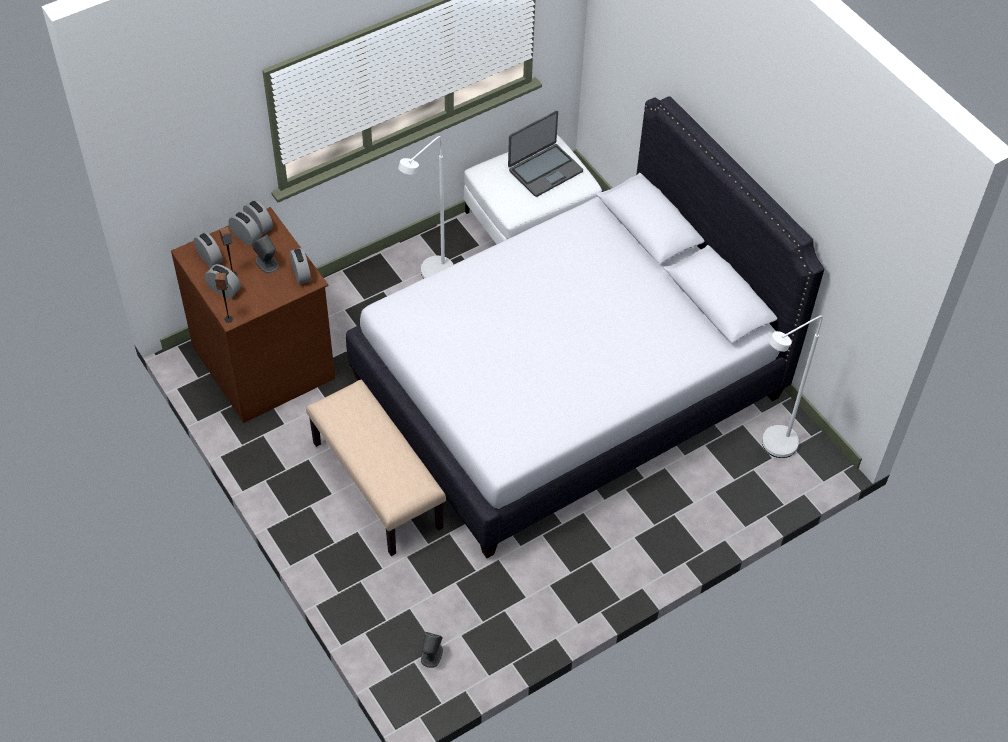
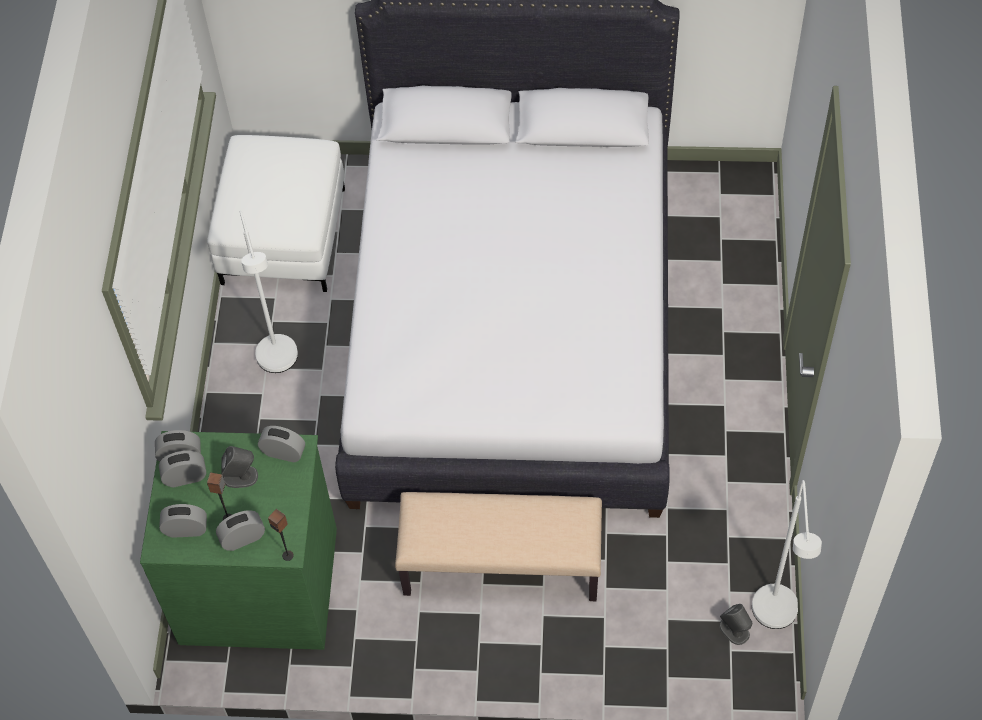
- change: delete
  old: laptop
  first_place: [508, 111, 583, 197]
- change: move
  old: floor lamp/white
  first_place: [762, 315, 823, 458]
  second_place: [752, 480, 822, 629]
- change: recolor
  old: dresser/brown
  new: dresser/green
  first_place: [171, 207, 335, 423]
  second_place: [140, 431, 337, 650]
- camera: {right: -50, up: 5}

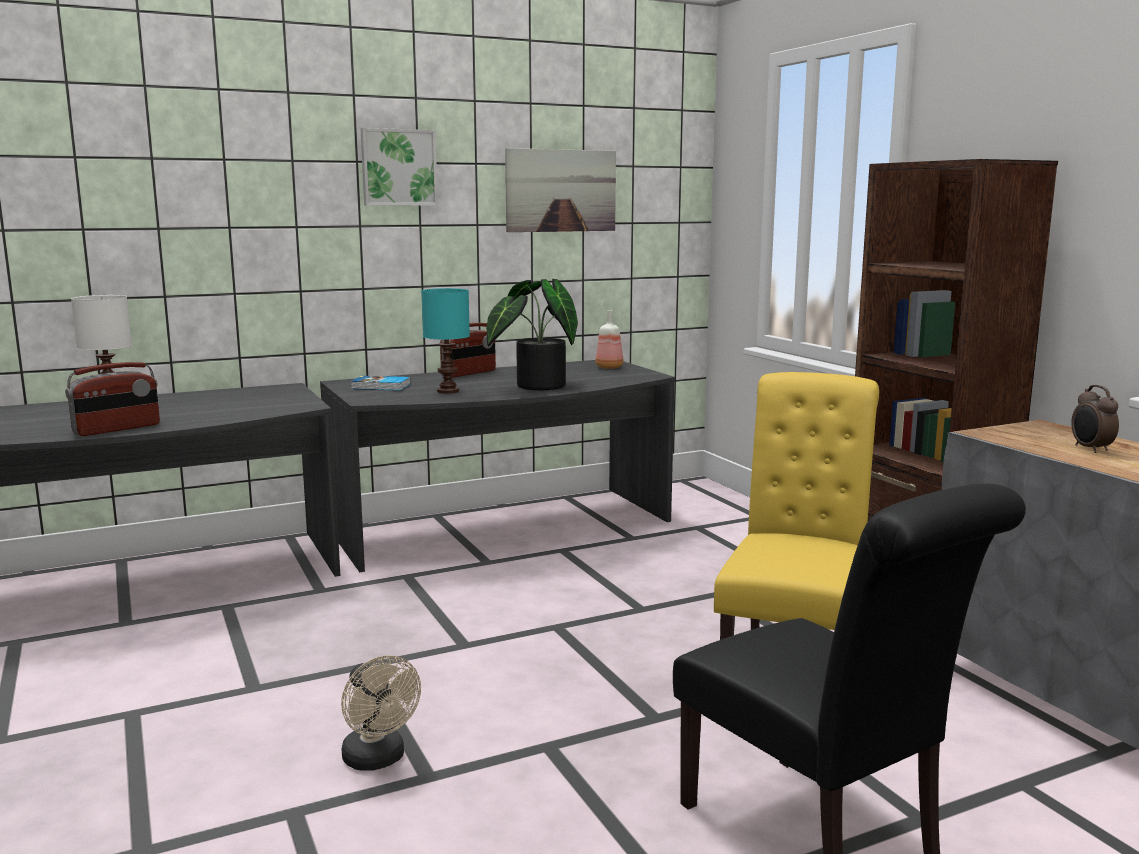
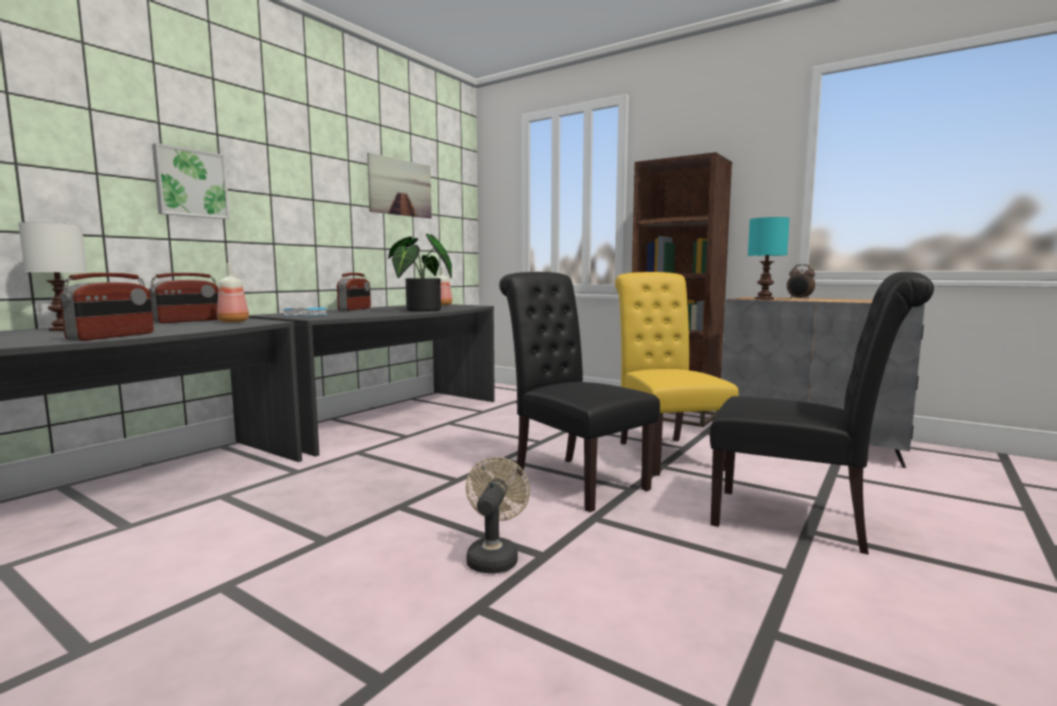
- change: insert
  new: radio
  second_place: [149, 273, 219, 323]
- change: insert
  new: bottle
  second_place: [217, 263, 249, 323]
- change: insert
  new: chair/black
  second_place: [499, 272, 660, 512]
- change: move
  old: picture
  first_place: [361, 128, 438, 206]
  second_place: [152, 143, 230, 219]
- change: move
  old: table lamp/turquoise
  first_place: [422, 288, 470, 393]
  second_place: [748, 217, 790, 300]
- change: rotate
  old: fan/beige
  first_place: [341, 655, 421, 771]
  second_place: [466, 457, 530, 574]
  degrees: -105
- camera: {right: -30, up: -5}

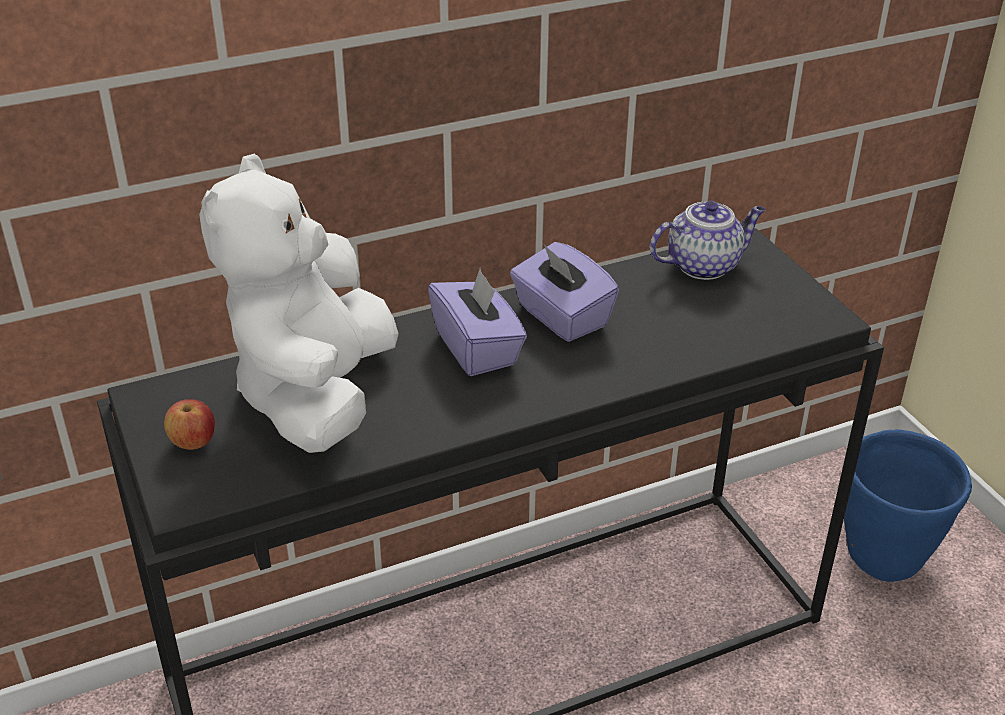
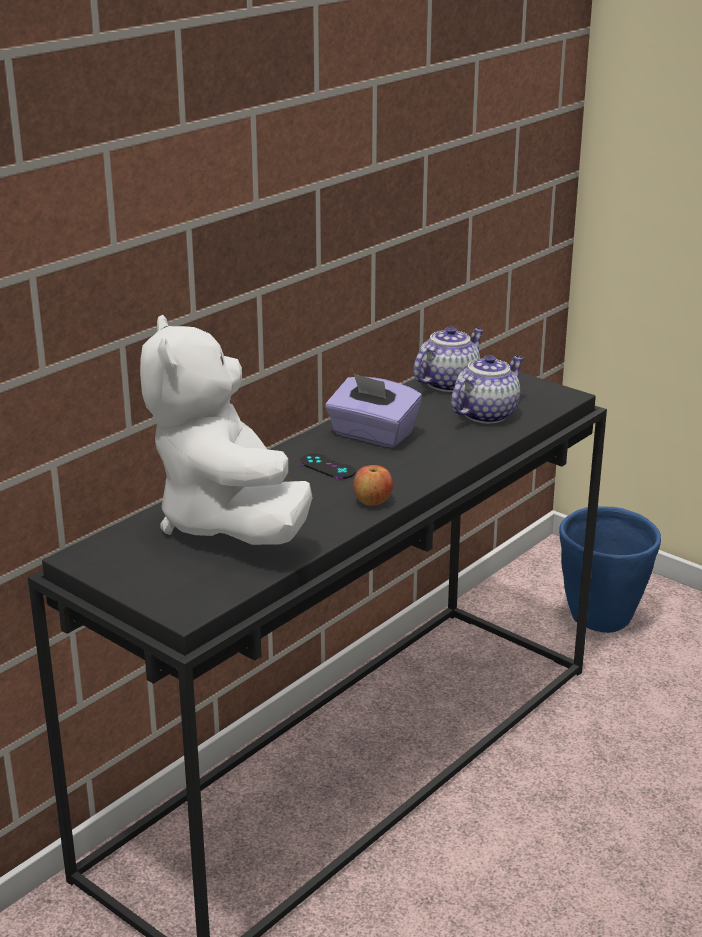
- change: insert
  new: teapot
  second_place: [451, 355, 523, 424]
- change: move
  old: apple
  first_place: [164, 399, 215, 450]
  second_place: [353, 465, 393, 506]
- change: replace
  old: tissue box/purple
  new: game controller/black
  first_place: [428, 269, 527, 376]
  second_place: [300, 453, 356, 479]
- camera: {right: -25, up: -10}

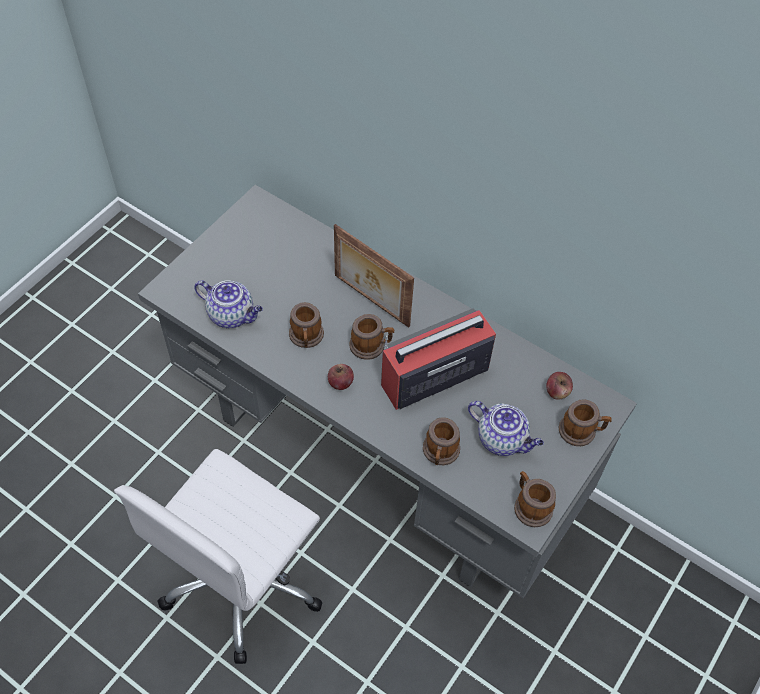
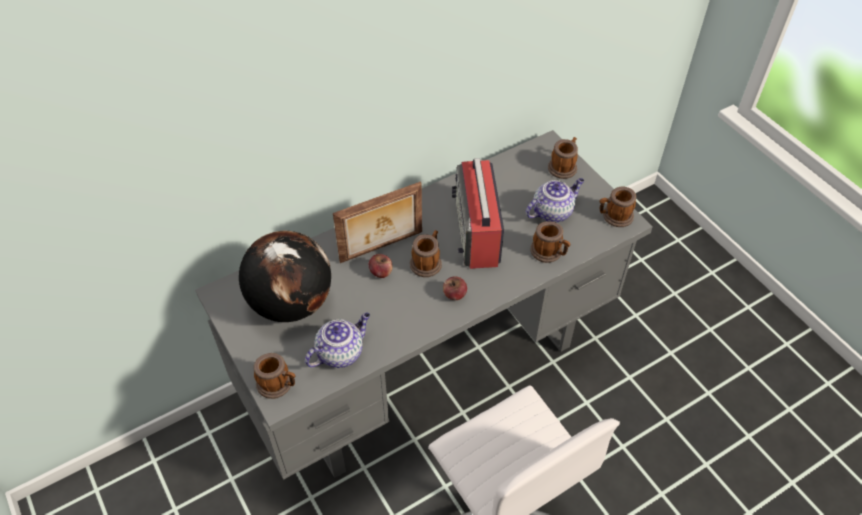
- change: insert
  new: globe
  second_place: [239, 231, 331, 322]
- change: move
  old: mug
  first_place: [289, 302, 324, 348]
  second_place: [254, 353, 295, 399]
- change: move
  old: apple
  first_place: [546, 372, 573, 400]
  second_place: [369, 254, 393, 278]
- camera: {right: -65, up: -5}

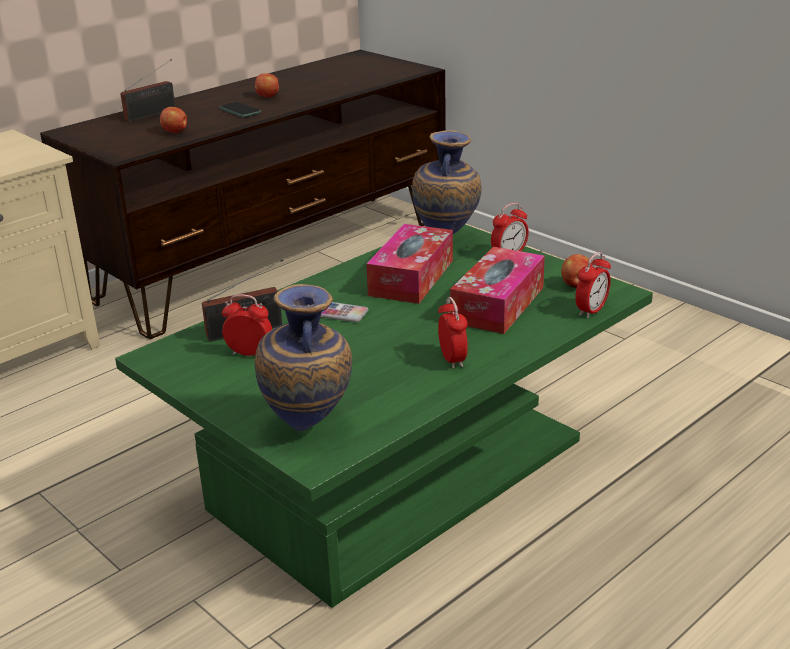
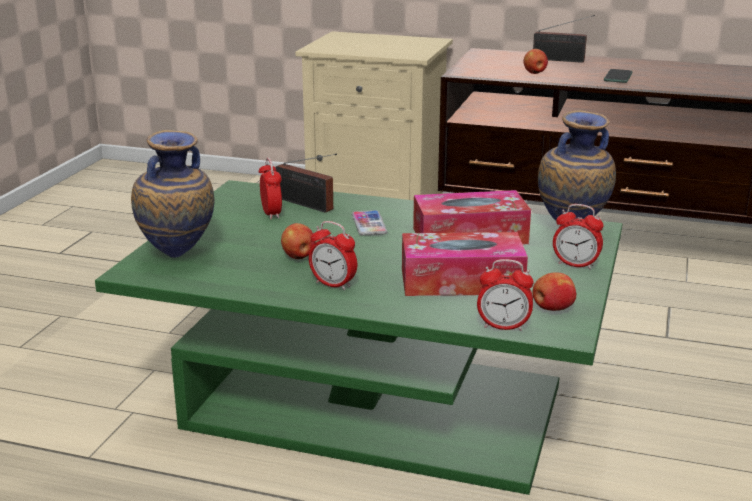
- change: move
  old: apple
  first_place: [255, 73, 279, 97]
  second_place: [281, 223, 316, 259]
- change: rotate
  old: alarm clock
  first_place: [438, 297, 468, 369]
  second_place: [309, 221, 357, 290]
  degrees: 75
- camera: {right: 60, up: -5}

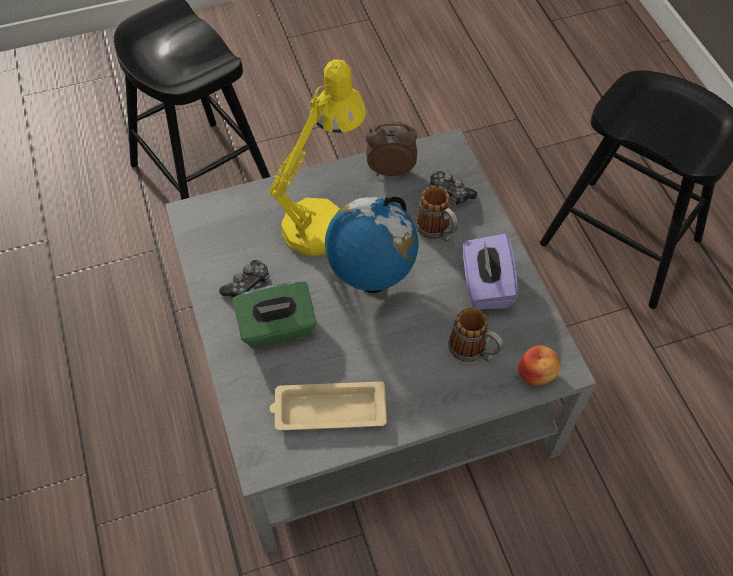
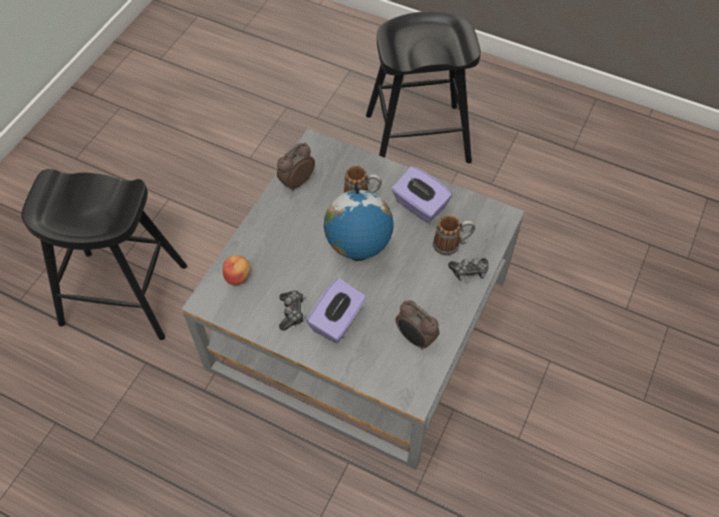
- change: delete
  old: table lamp/yellow
  first_place: [269, 59, 366, 256]
- change: move
  old: game controller
  first_place: [430, 171, 477, 206]
  second_place: [448, 258, 489, 281]
- change: move
  old: apple
  first_place: [518, 345, 560, 385]
  second_place: [223, 255, 250, 285]
- change: replace
  old: tray/beige
  new: alarm clock
  first_place: [269, 381, 387, 431]
  second_place: [395, 300, 439, 350]
- change: recolor
  old: tissue box/green
  new: tissue box/purple
  first_place: [233, 282, 317, 348]
  second_place: [307, 278, 366, 343]
- camera: {right: -45, up: 0}

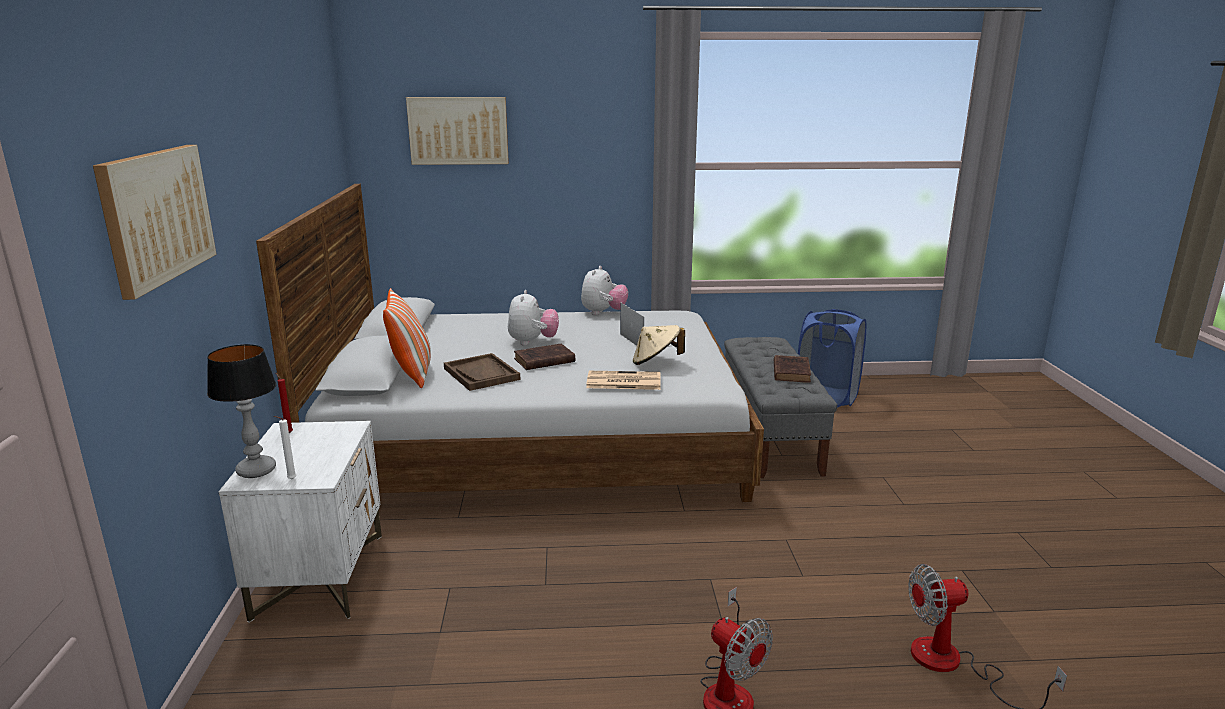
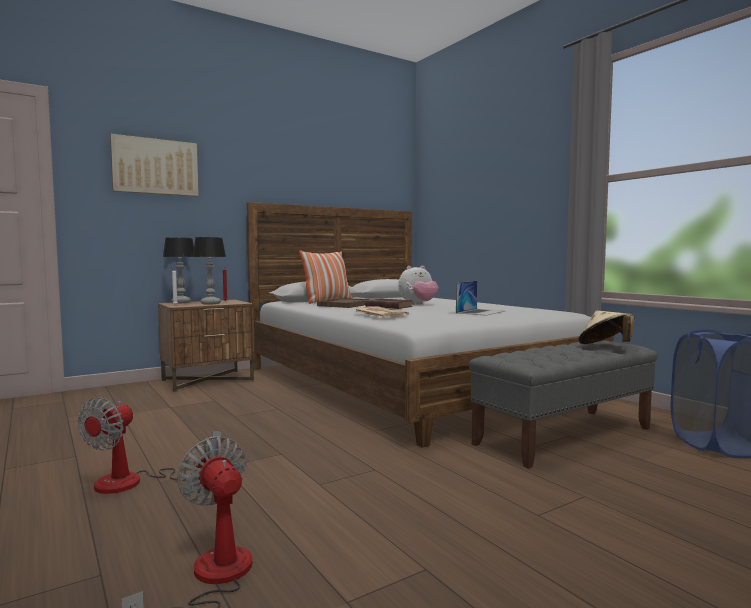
- change: delete
  old: picture
  first_place: [406, 97, 509, 165]
- change: delete
  old: plush toy
  first_place: [581, 266, 628, 315]
- change: delete
  old: book/brown
  first_place: [774, 355, 811, 383]
- change: insert
  new: table lamp
  second_place: [193, 237, 226, 304]
- change: move
  old: hat/beige
  first_place: [633, 325, 685, 365]
  second_place: [578, 311, 635, 344]
- change: recolor
  old: nightstand/white
  new: nightstand/brown
  first_place: [218, 421, 382, 623]
  second_place: [158, 300, 255, 392]
- camera: {right: 60, up: -15}

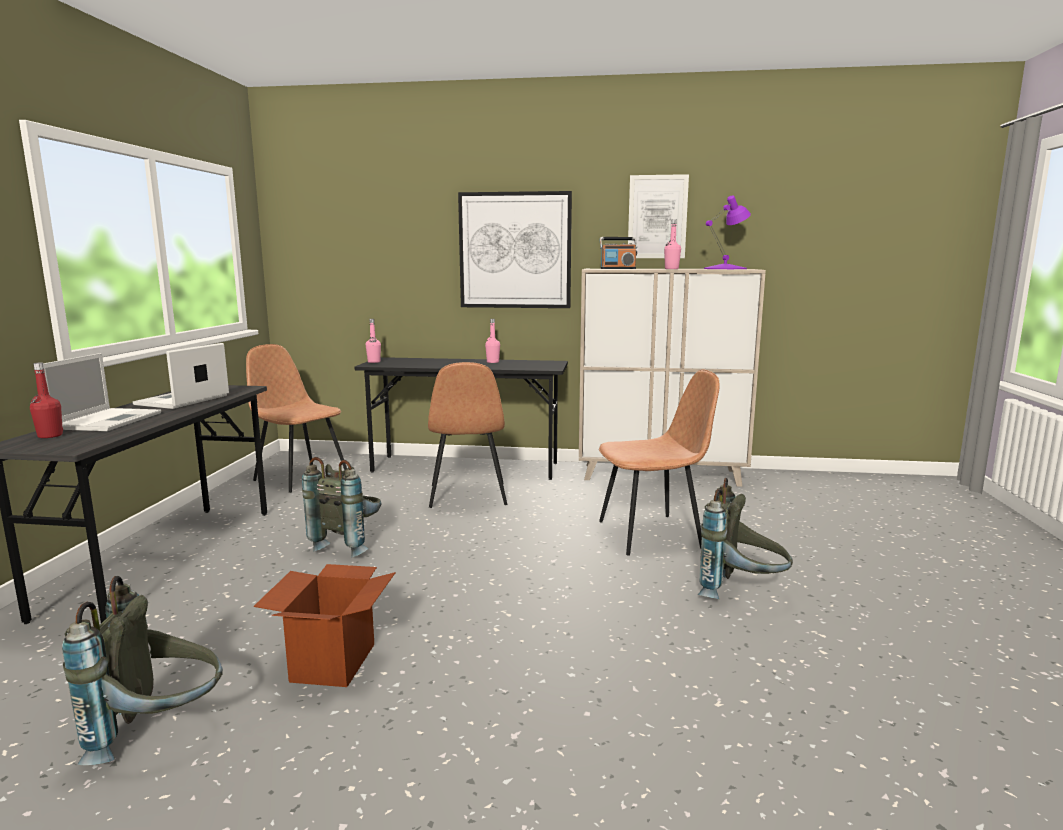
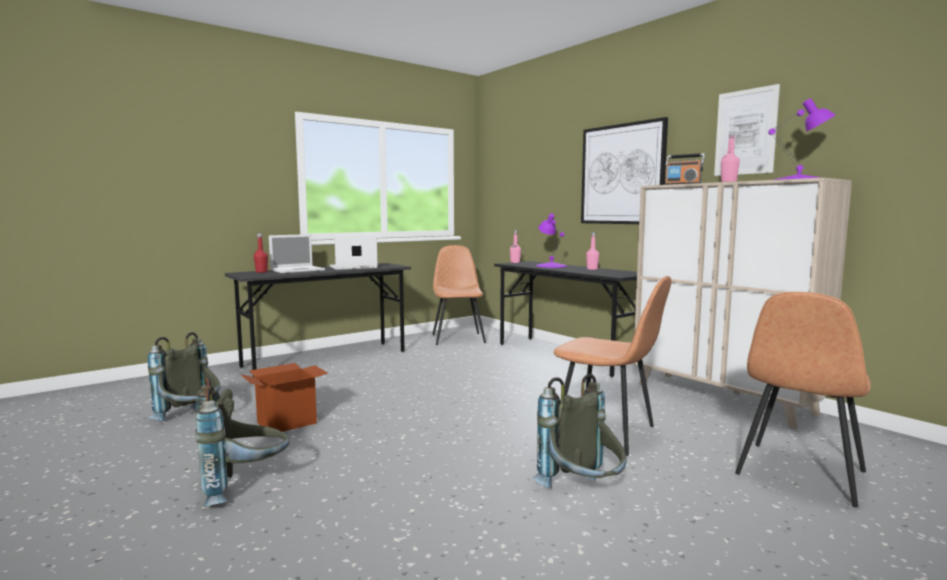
- change: insert
  new: table lamp/purple
  second_place: [536, 214, 567, 268]
- change: move
  old: backpack/grey
  first_place: [302, 457, 382, 558]
  second_place: [196, 377, 290, 507]
- change: move
  old: chair/brown
  first_place: [428, 362, 507, 508]
  second_place: [735, 292, 871, 507]
- camera: {right: 45, up: -5}

